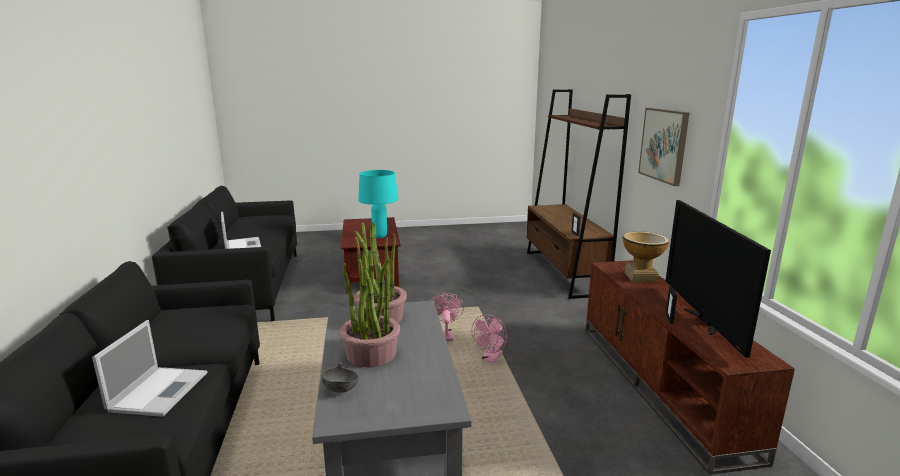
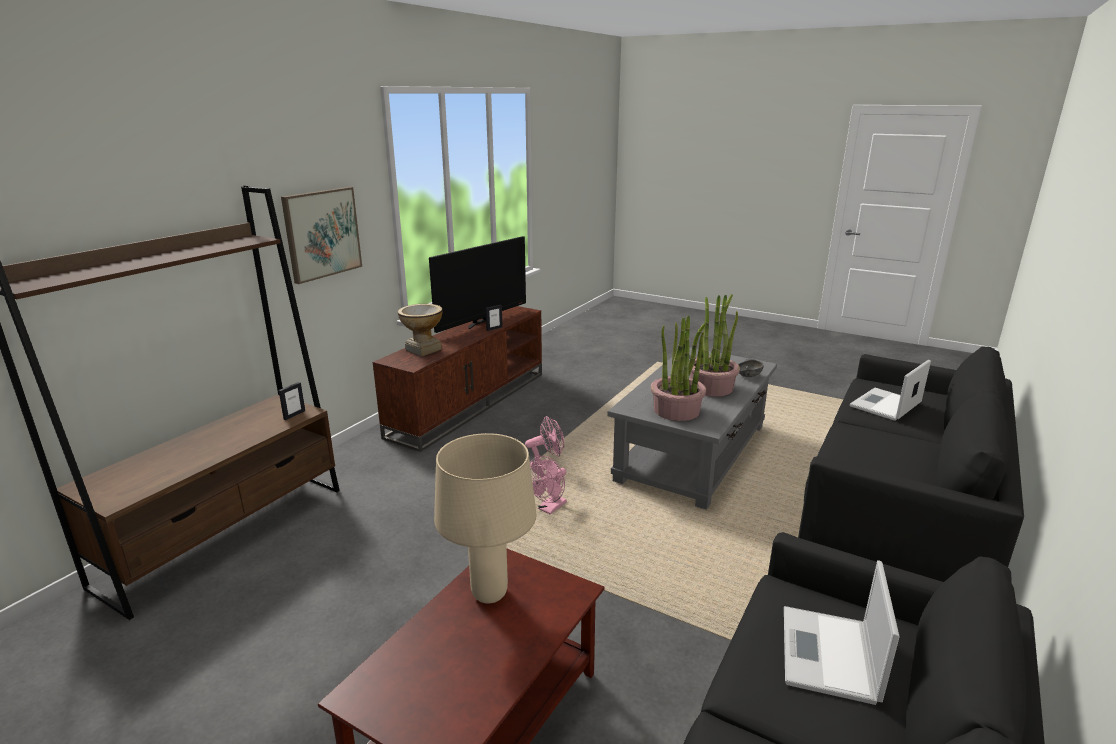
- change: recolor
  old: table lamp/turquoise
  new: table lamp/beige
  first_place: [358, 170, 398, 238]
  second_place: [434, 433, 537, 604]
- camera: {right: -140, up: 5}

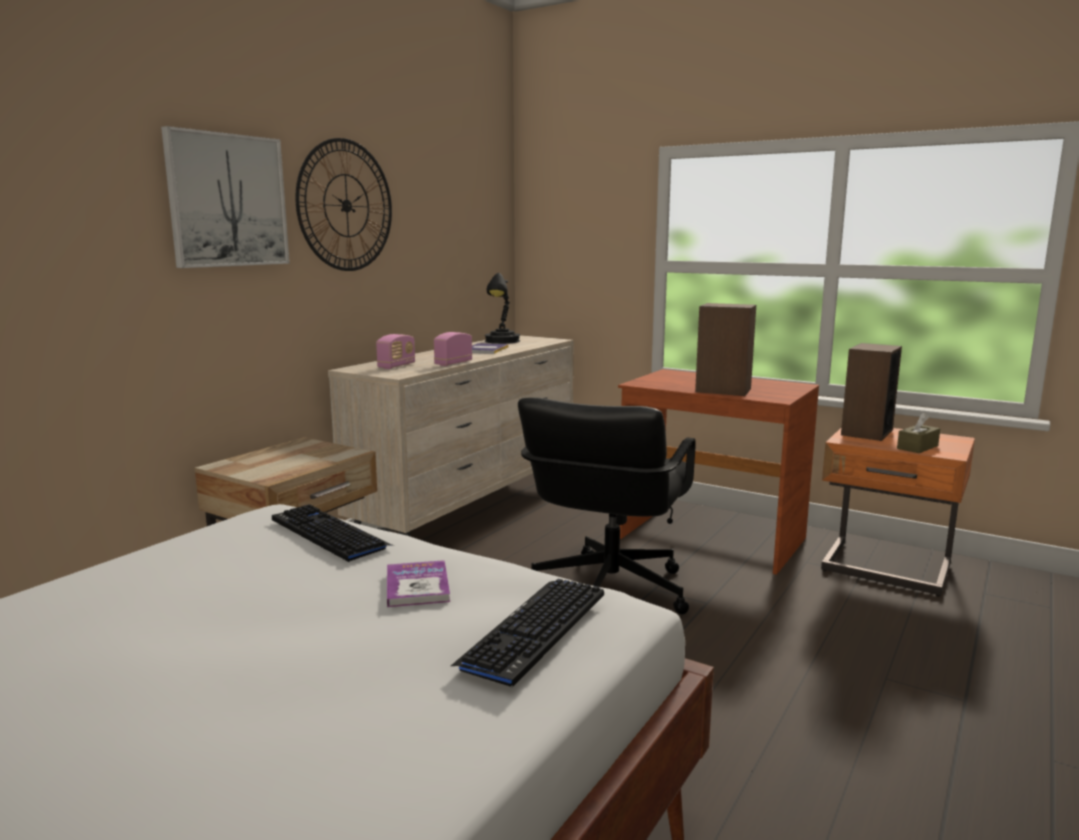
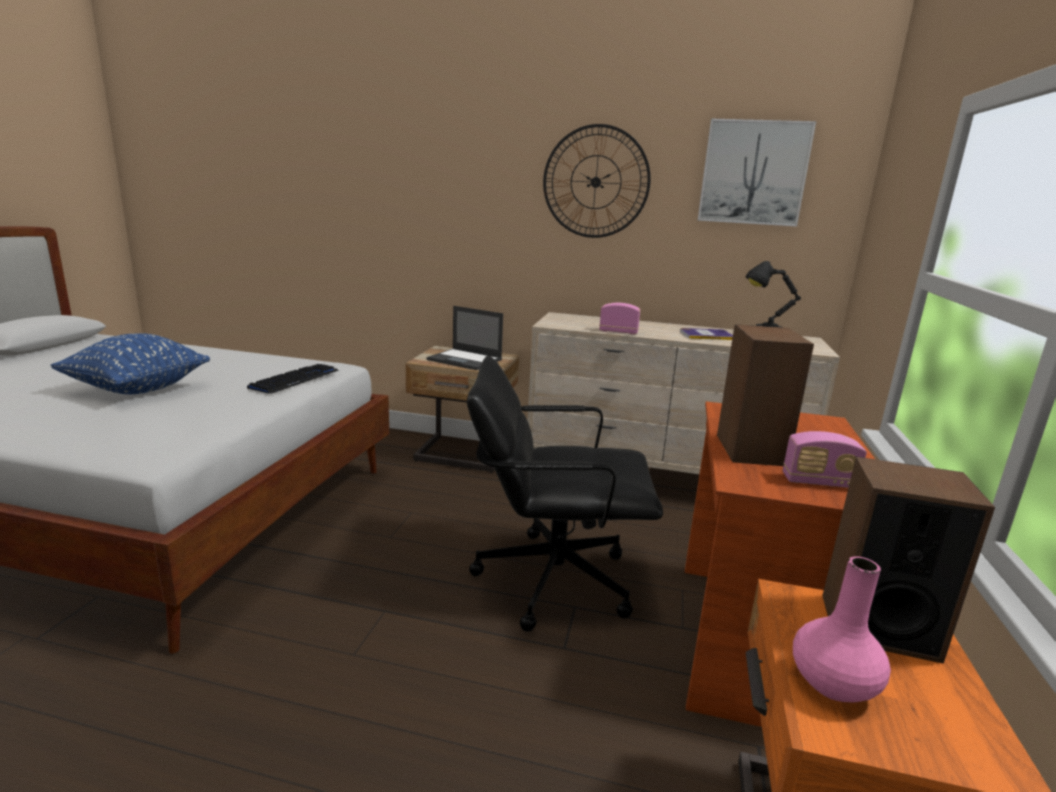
- change: delete
  old: book
  first_place: [387, 560, 450, 607]
- change: delete
  old: keyboard
  first_place: [451, 579, 604, 687]
- change: insert
  new: pillow/blue
  second_place: [50, 333, 210, 394]
- change: insert
  new: laptop
  second_place: [427, 306, 503, 370]
- change: move
  old: picture
  first_place: [161, 126, 290, 268]
  second_place: [698, 119, 816, 227]
- change: move
  old: radio
  first_place: [376, 334, 415, 369]
  second_place: [783, 431, 867, 488]
- change: replace
  old: tissue box/brown
  new: vase/pink
  first_place: [897, 412, 940, 453]
  second_place: [793, 556, 891, 702]
- camera: {right: 70, up: 5}

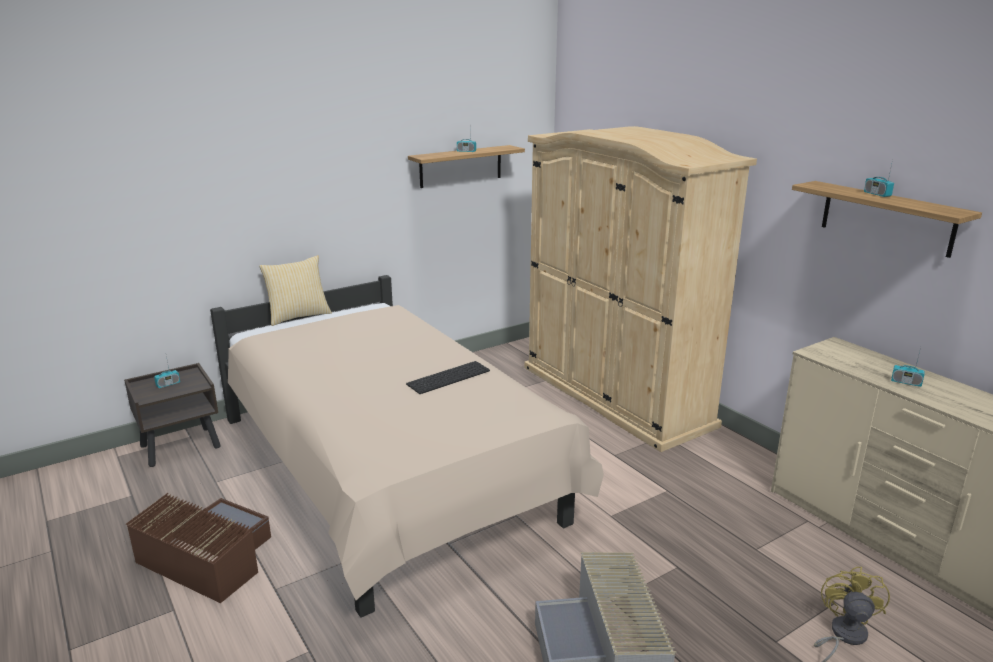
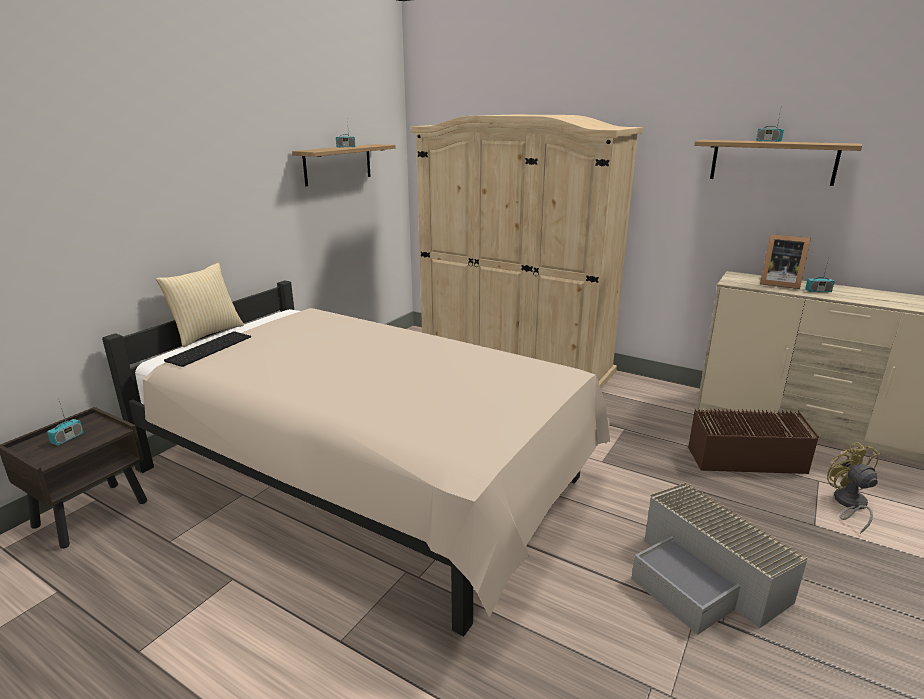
- change: insert
  new: picture frame
  second_place: [760, 234, 811, 289]
- change: move
  old: storage box/brown
  first_place: [126, 493, 271, 603]
  second_place: [688, 408, 819, 474]
- change: move
  old: keyboard
  first_place: [406, 361, 490, 394]
  second_place: [164, 331, 251, 367]
- camera: {right: -25, up: 0}

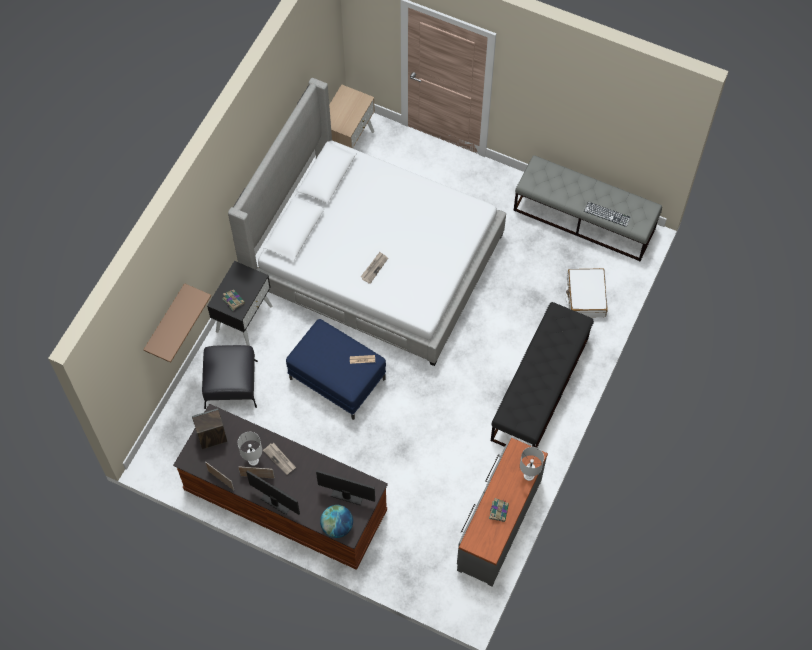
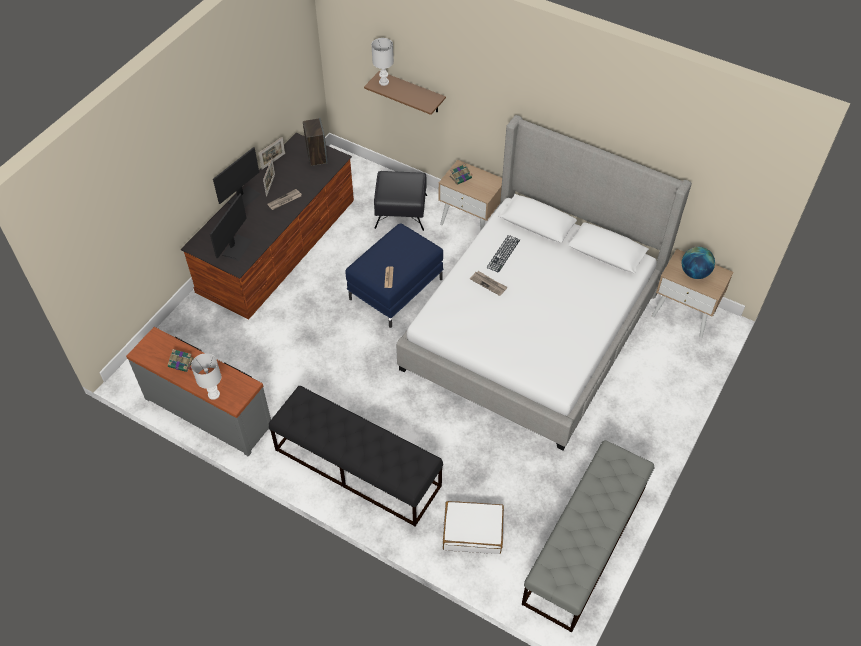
- change: move
  old: table lamp/white
  first_place: [238, 432, 262, 466]
  second_place: [371, 38, 394, 86]
- change: move
  old: globe
  first_place: [320, 505, 353, 538]
  second_place: [682, 247, 715, 279]
- change: move
  old: keyboard
  first_place: [584, 202, 631, 227]
  second_place: [486, 235, 520, 273]
- change: recolor
  old: nightstand/black
  new: nightstand/beige
  first_place: [207, 261, 272, 346]
  second_place: [438, 160, 502, 230]
- camera: {right: 95, up: -10}

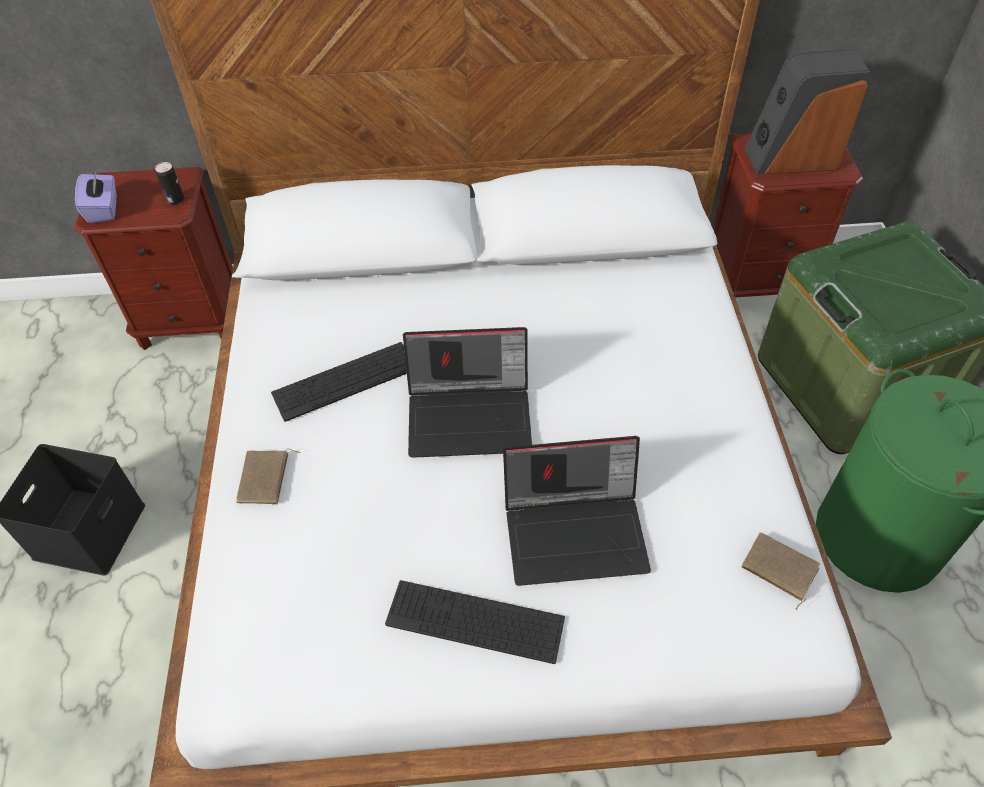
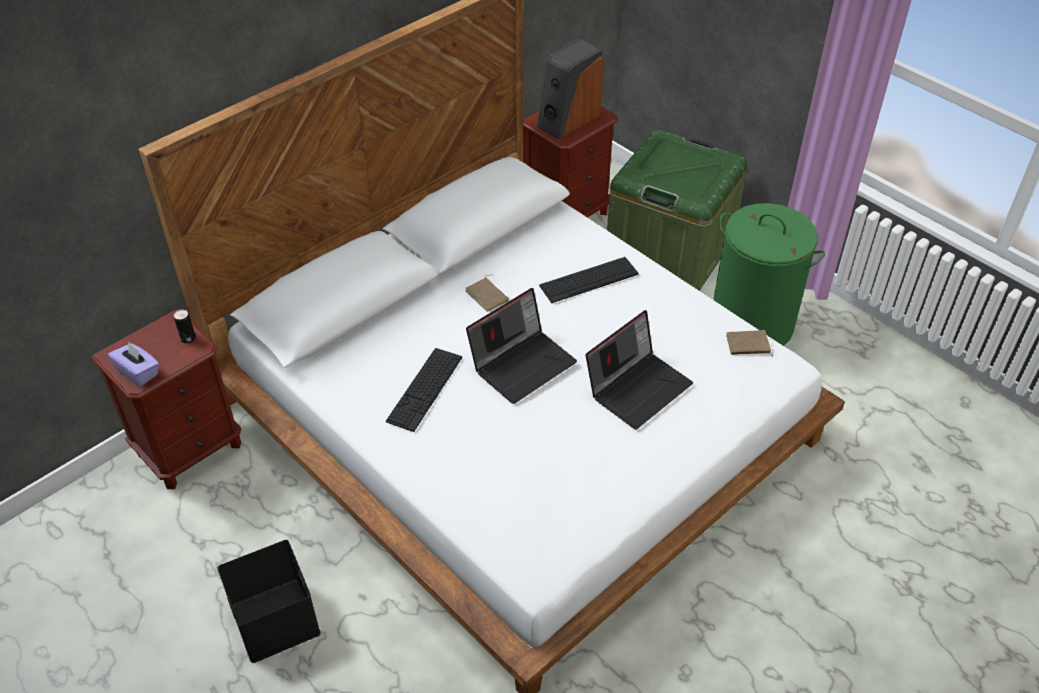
- change: move
  old: book/brown
  first_place: [236, 448, 300, 504]
  second_place: [466, 275, 509, 312]
- change: move
  old: keyboard
  first_place: [385, 580, 565, 664]
  second_place: [539, 257, 639, 303]
- camera: {right: -40, up: -5}

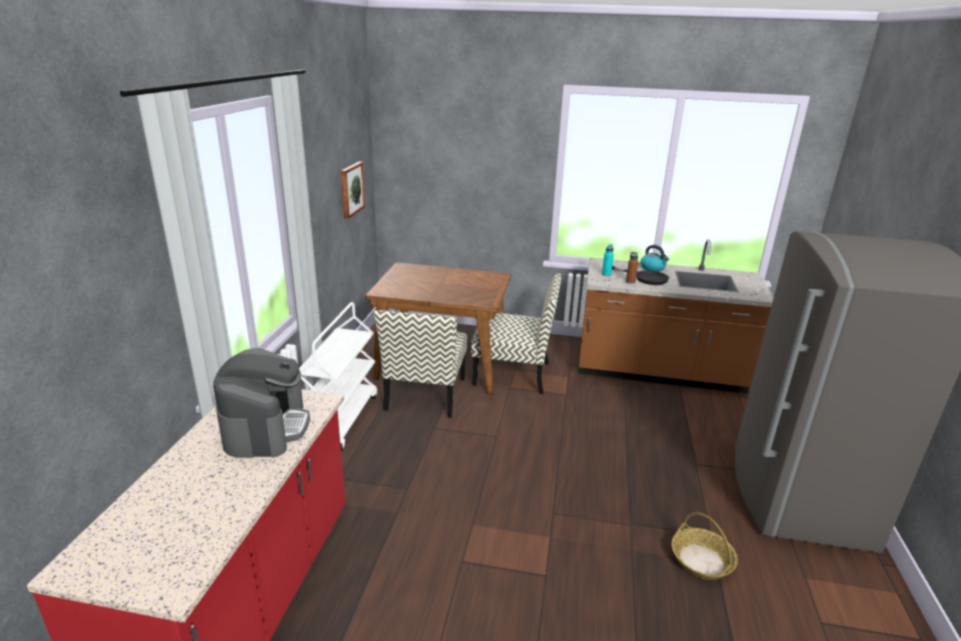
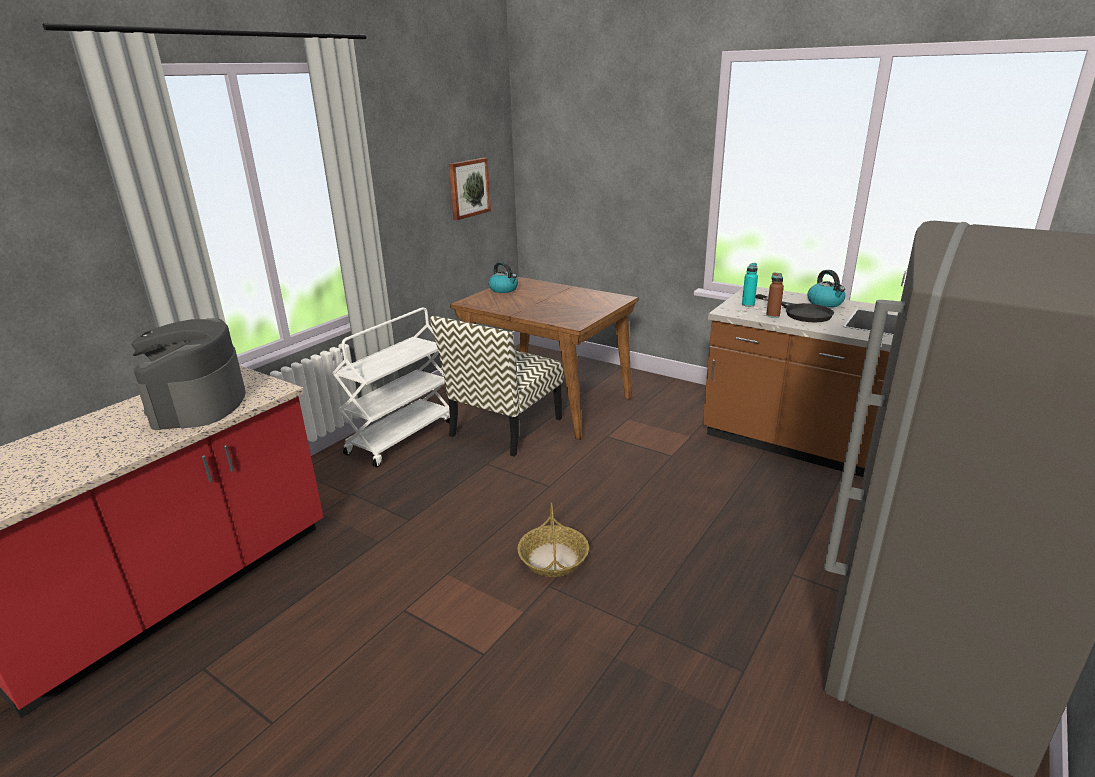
- change: delete
  old: chair
  first_place: [471, 273, 561, 394]
- change: insert
  new: kettle
  second_place: [489, 262, 518, 293]
- change: move
  old: basket
  first_place: [671, 512, 738, 580]
  second_place: [517, 502, 589, 577]
- change: rotate
  old: coffee machine
  first_place: [213, 348, 310, 458]
  second_place: [131, 318, 246, 430]
  degrees: 150
- camera: {right: 25, up: 0}

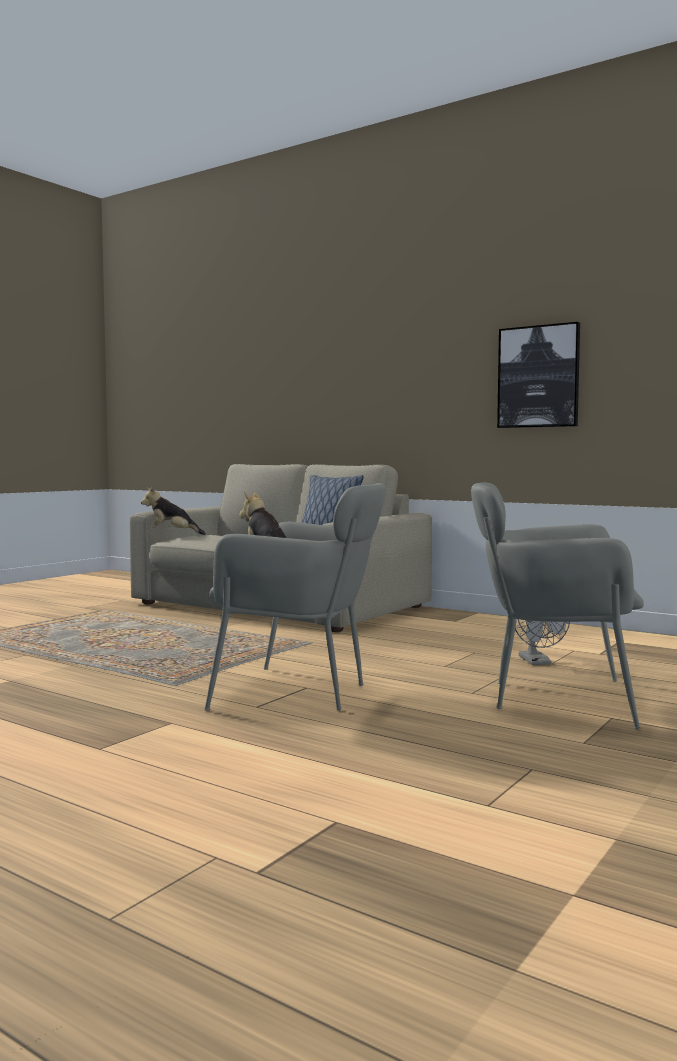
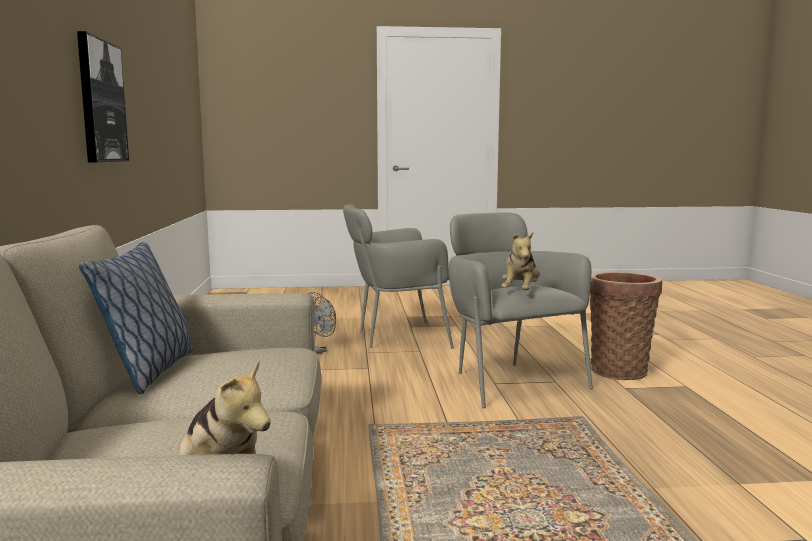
- change: insert
  new: basket
  second_place: [590, 272, 662, 380]
- change: rotate
  old: armchair/grey
  first_place: [471, 483, 644, 729]
  second_place: [343, 204, 454, 349]
  degrees: 105
- camera: {right: -130, up: 5}

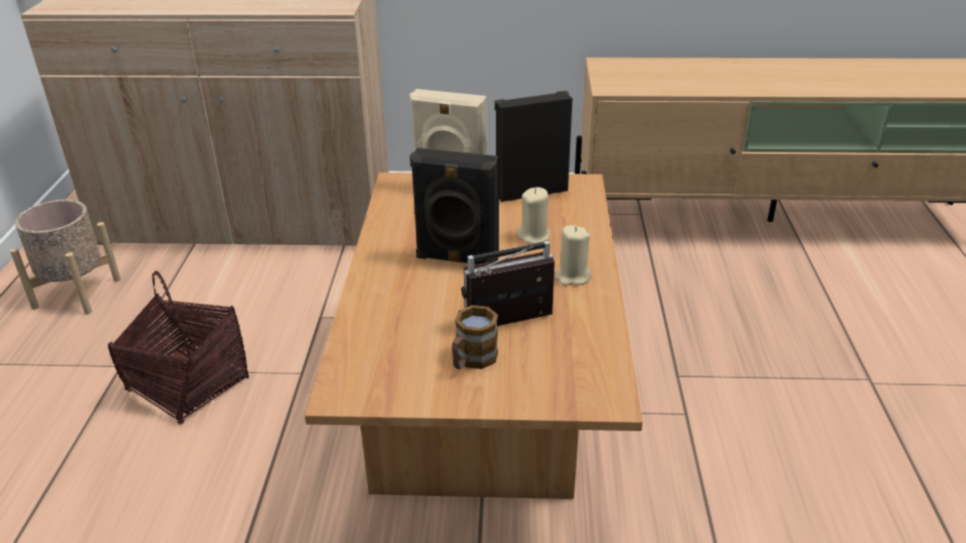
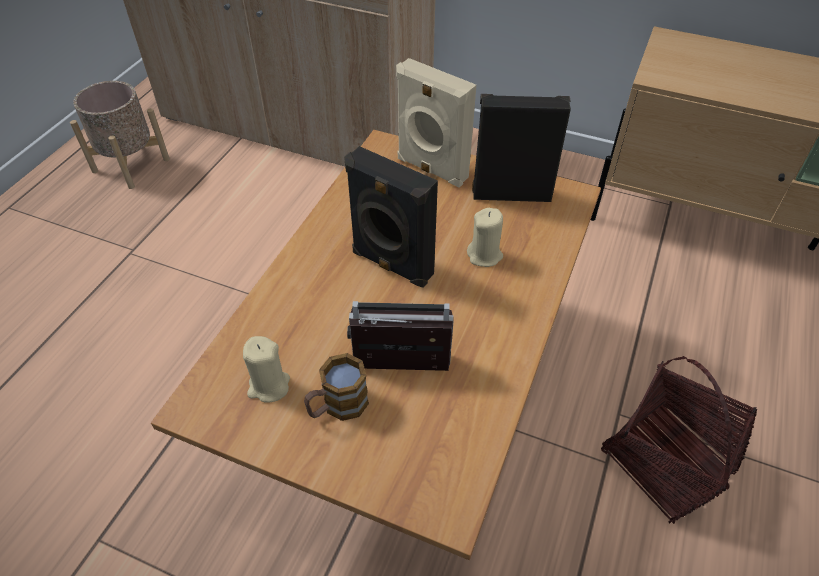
- change: move
  old: basket
  first_place: [108, 271, 249, 425]
  second_place: [601, 356, 757, 524]
- change: move
  old: candle/beige
  first_place: [555, 225, 591, 286]
  second_place: [243, 336, 290, 402]
- camera: {right: 20, up: 15}

